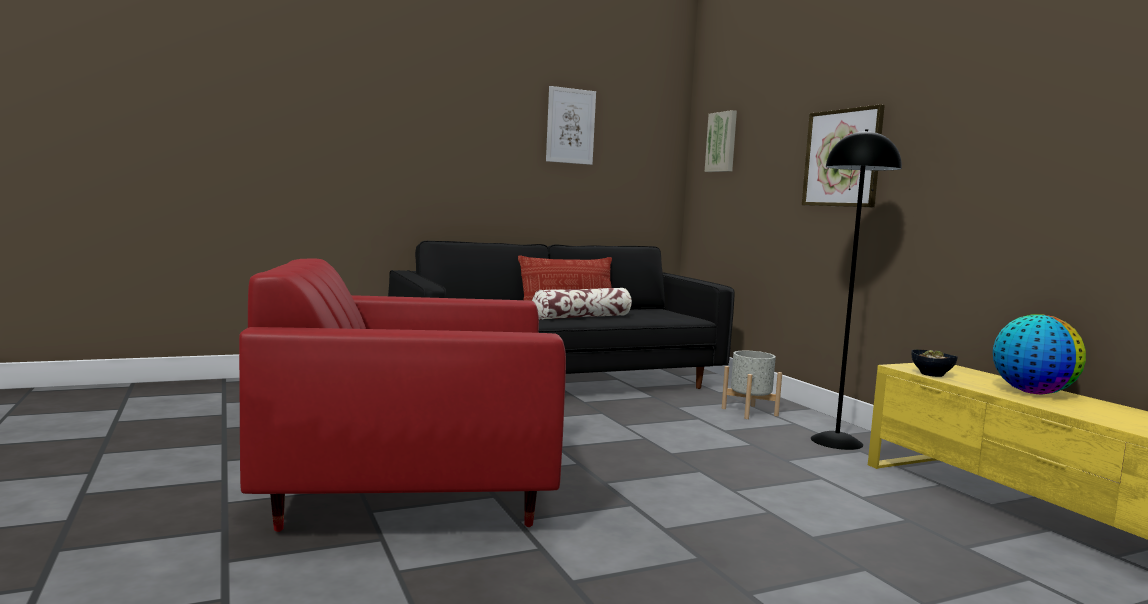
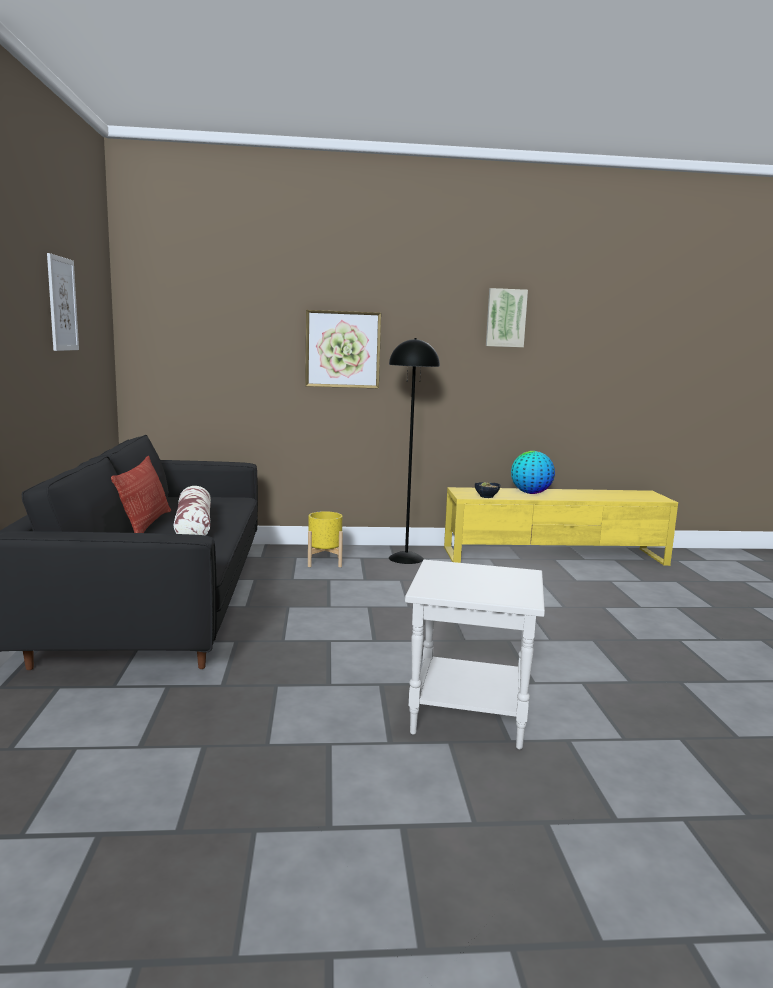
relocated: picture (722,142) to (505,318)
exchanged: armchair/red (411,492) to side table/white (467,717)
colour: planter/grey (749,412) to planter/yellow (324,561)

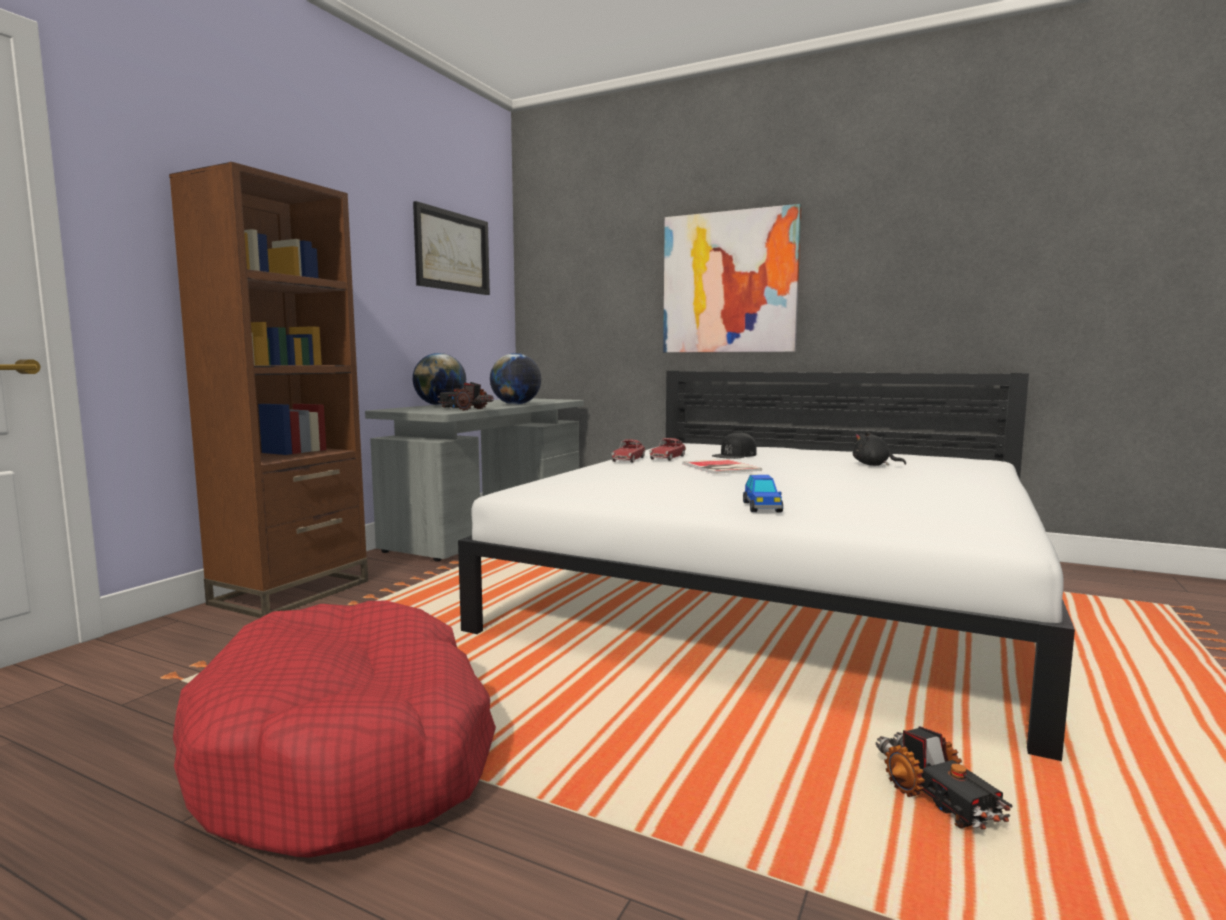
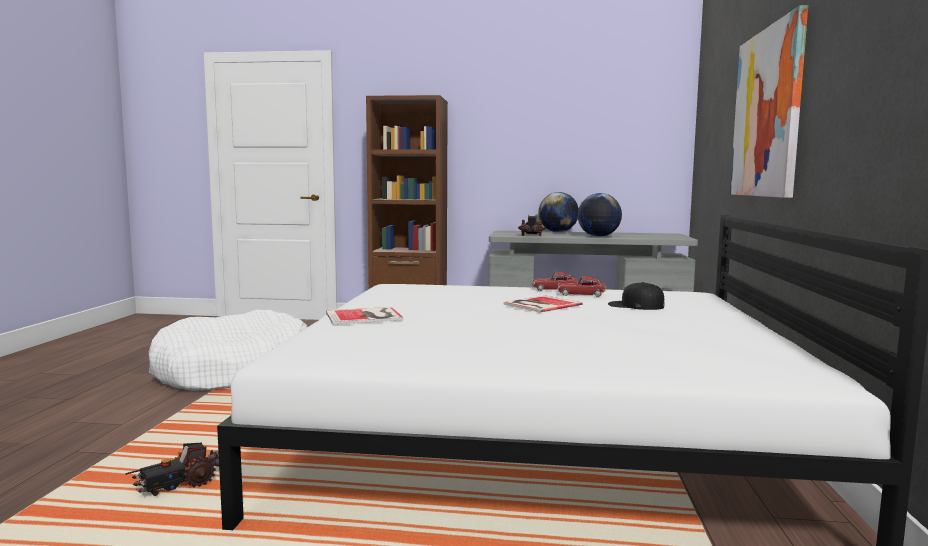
missing: picture (452,251); plush toy/black (873,465)
exchanged: toy car (762,507) to book (366,316)
colour: dog bed/red (350,754) to dog bed/white (233,371)

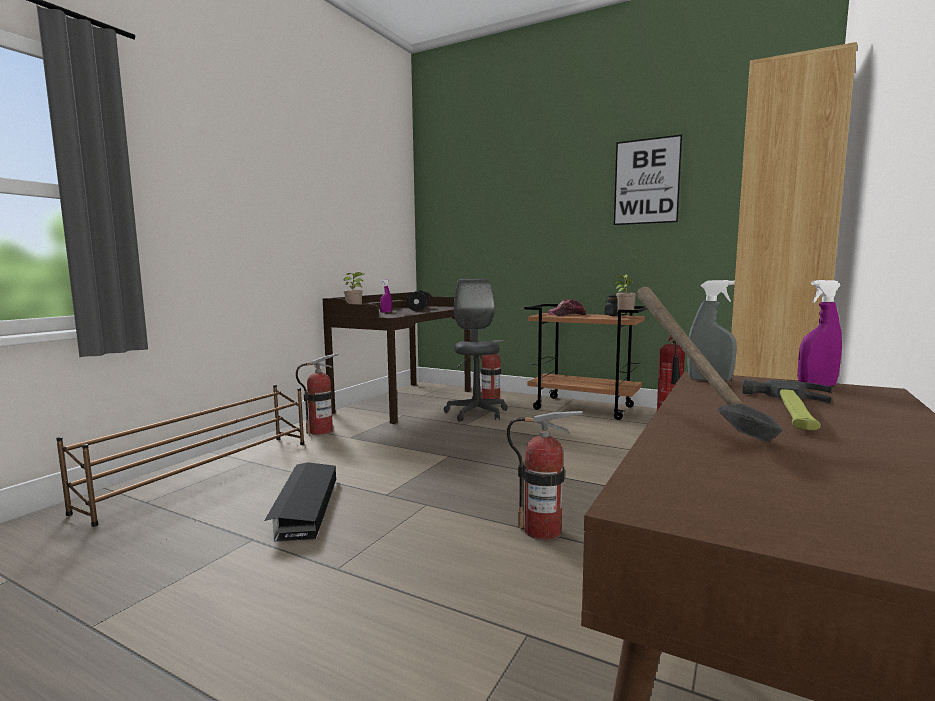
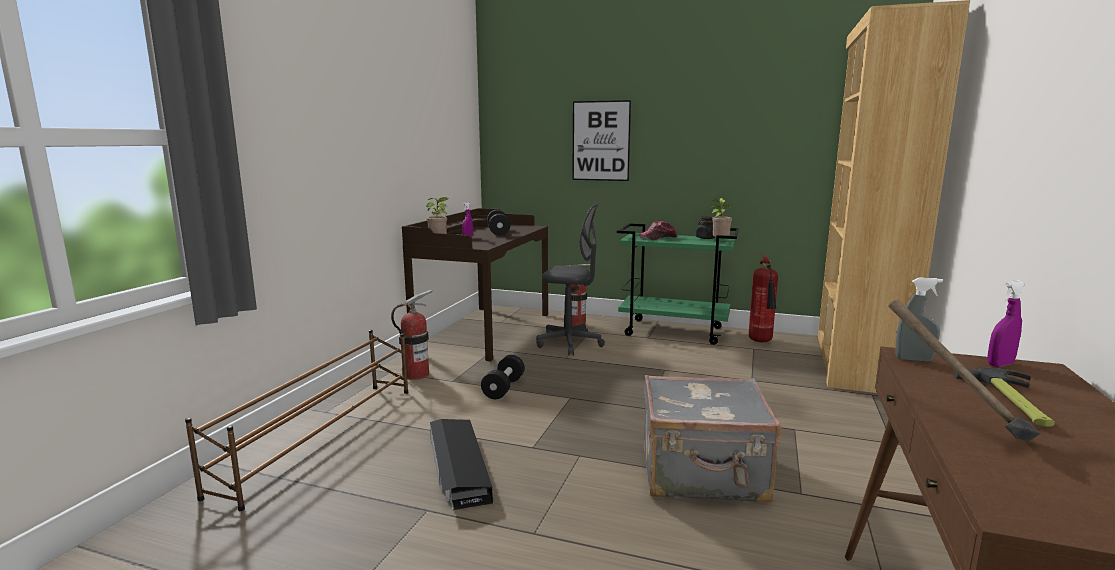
appeared: dumbbell/black (503,388)
relocated: picture (646,181) to (601,141)
exchanged: fire extinguisher (543,530) to suitcase/grey (703,475)
colour: cart/brown (584,408) to cart/green (674,331)
spun: office chair/grey (476,413) = (569,343) 120 degrees clockwise

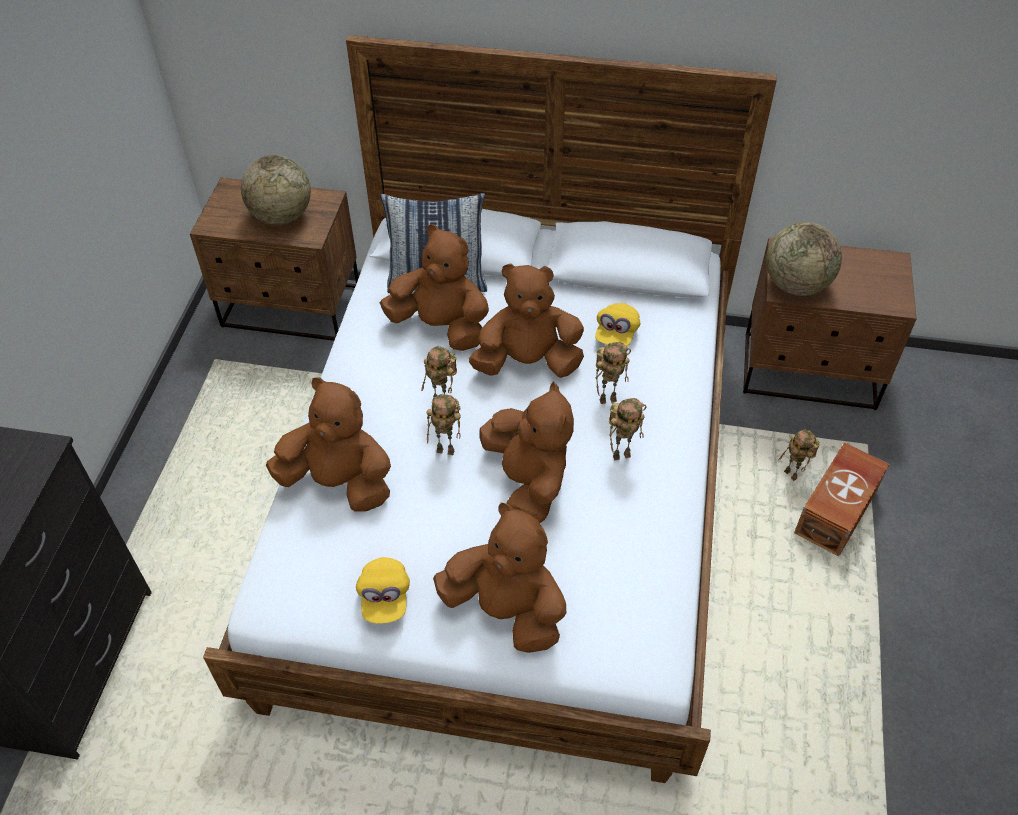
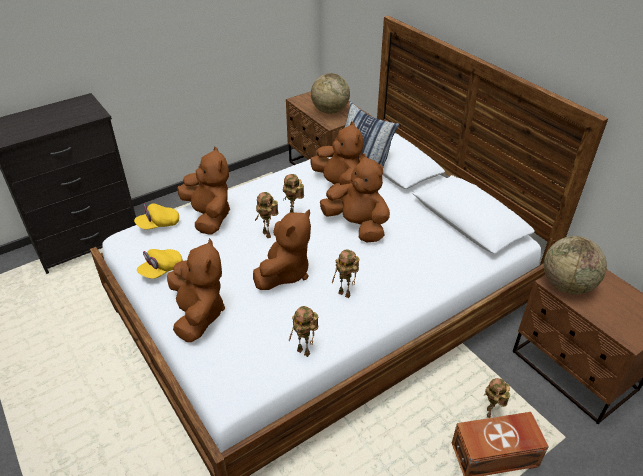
relocated: cap/yellow (616,334) to (158,224); toy robot (608,398) to (305,351)

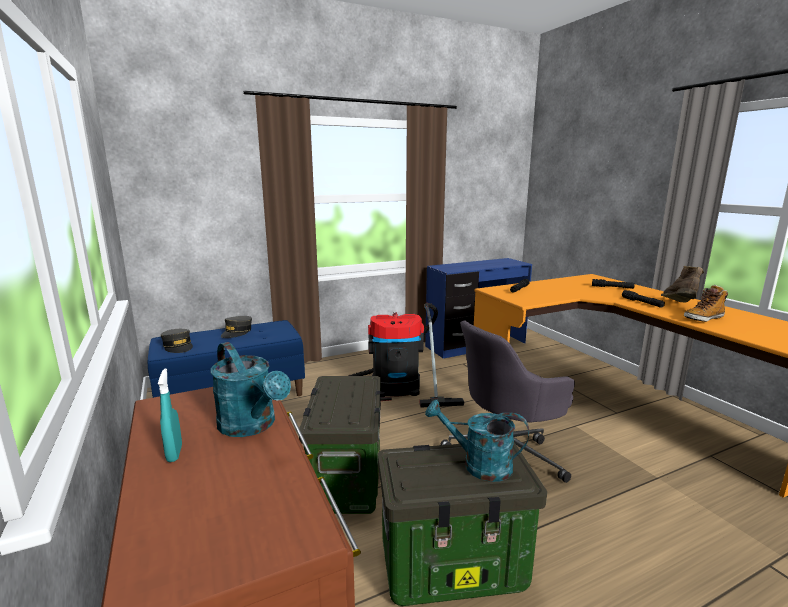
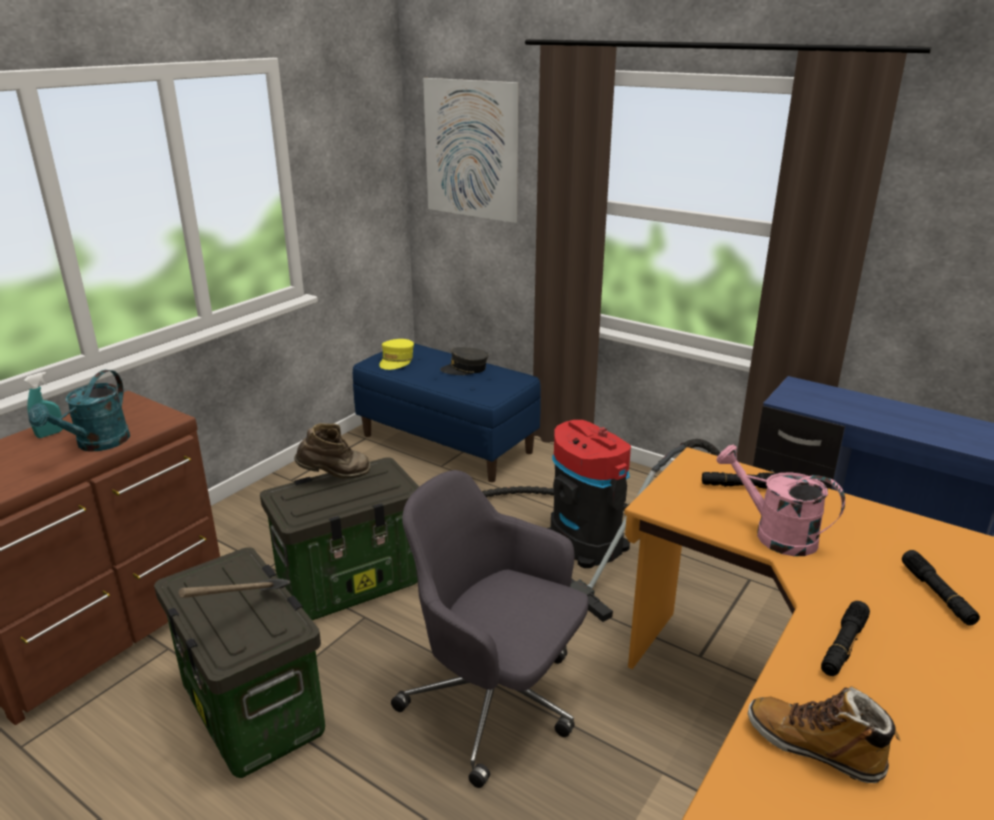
appeared: picture (471,150); watering can/pink (774,534)
relocated: boot/brown (678,305) to (335,477)
exchanged: watering can/turquoise (478,465) to hammer (244,616)
colour: cap/grey (178,346) to cap/yellow (396,361)

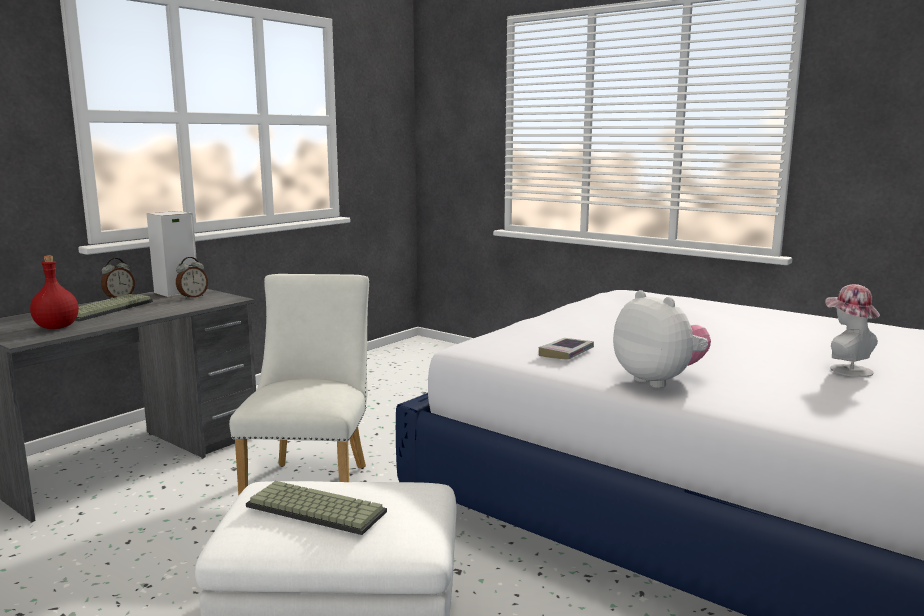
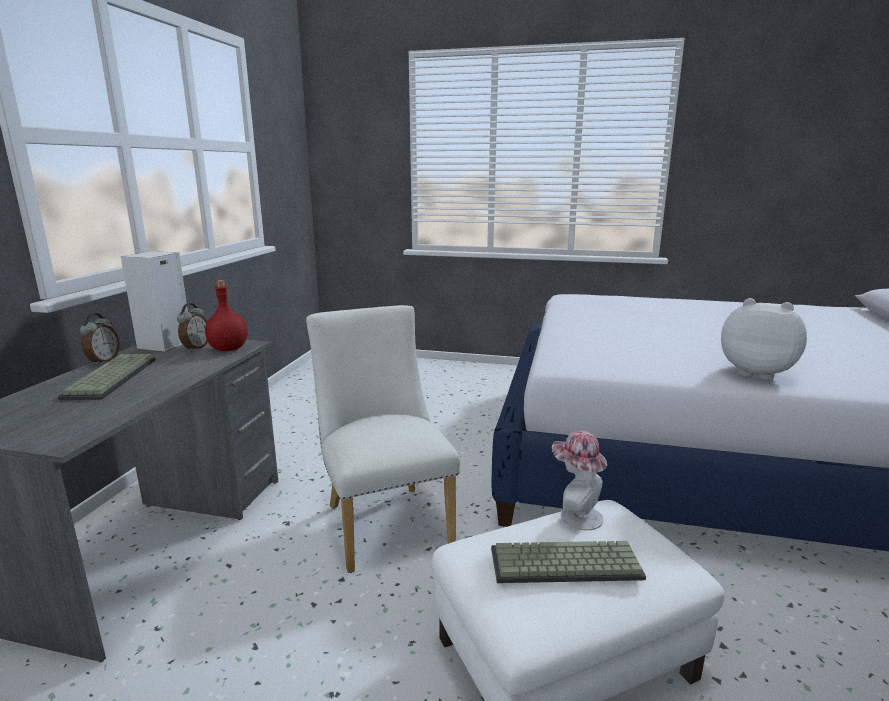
missing: book (566,353)
relocated: bottle/red (57,327) to (229,349); hat (845,369) to (575,516)

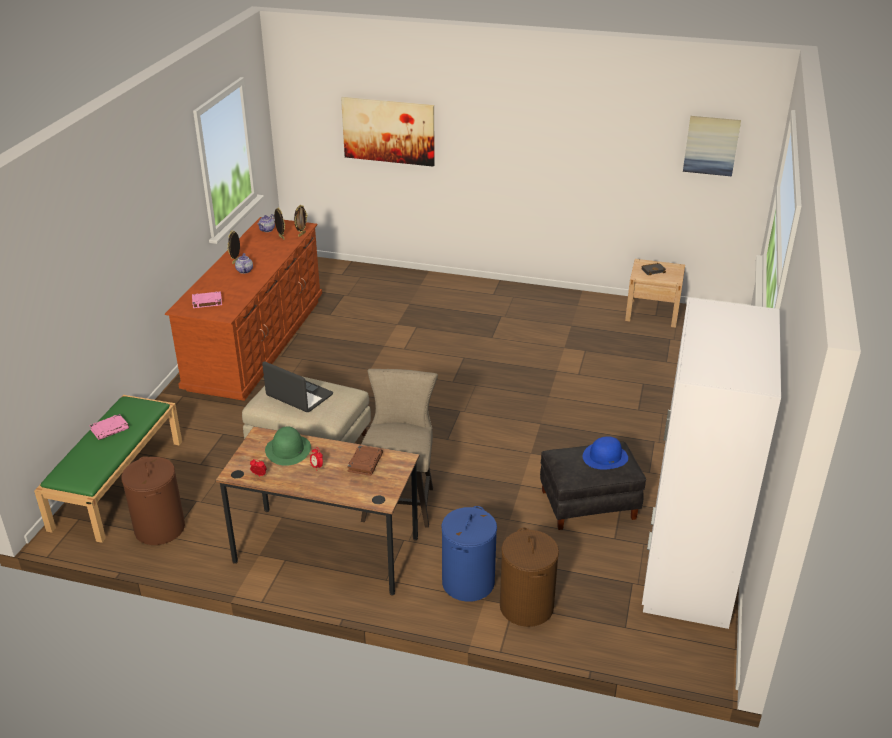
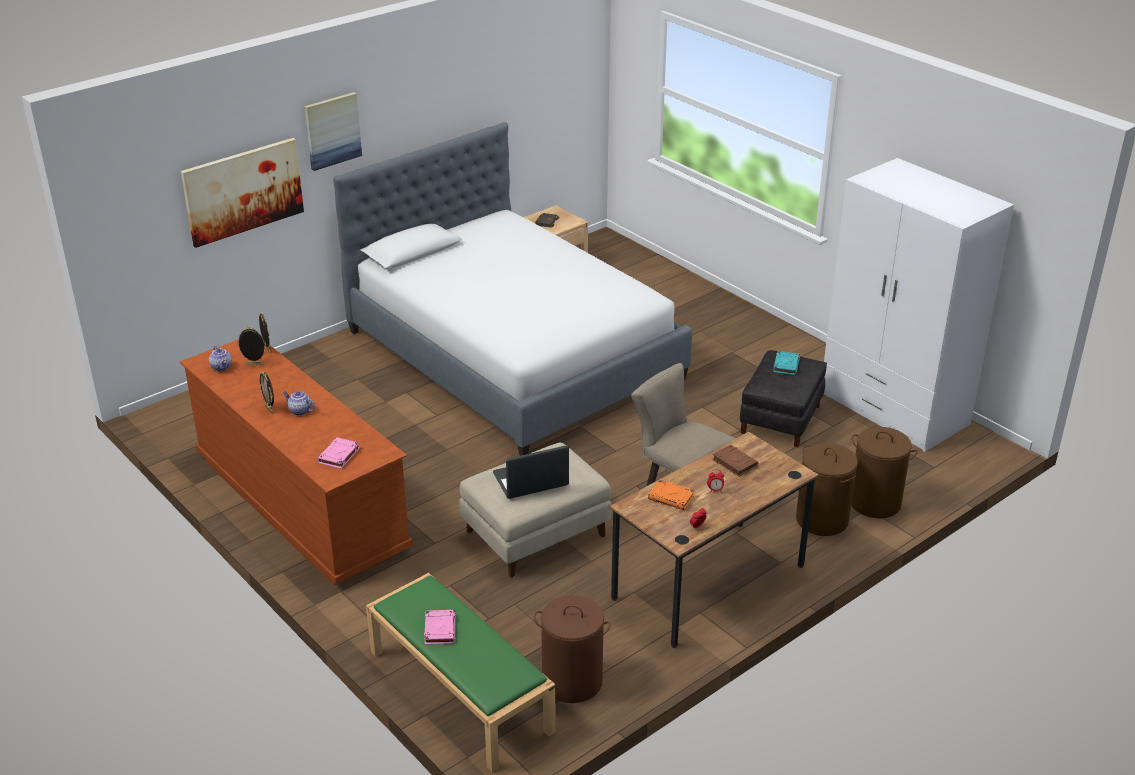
appeared: bed (513,354)
relocated: picture (711,145) to (332,130)
exchanged: hat/green (288,450) to book/orange (672,498); hat/blue (605,457) to book/turquoise (786,365)
colour: laundry basket/blue (468,582) to laundry basket/brown (821,519)

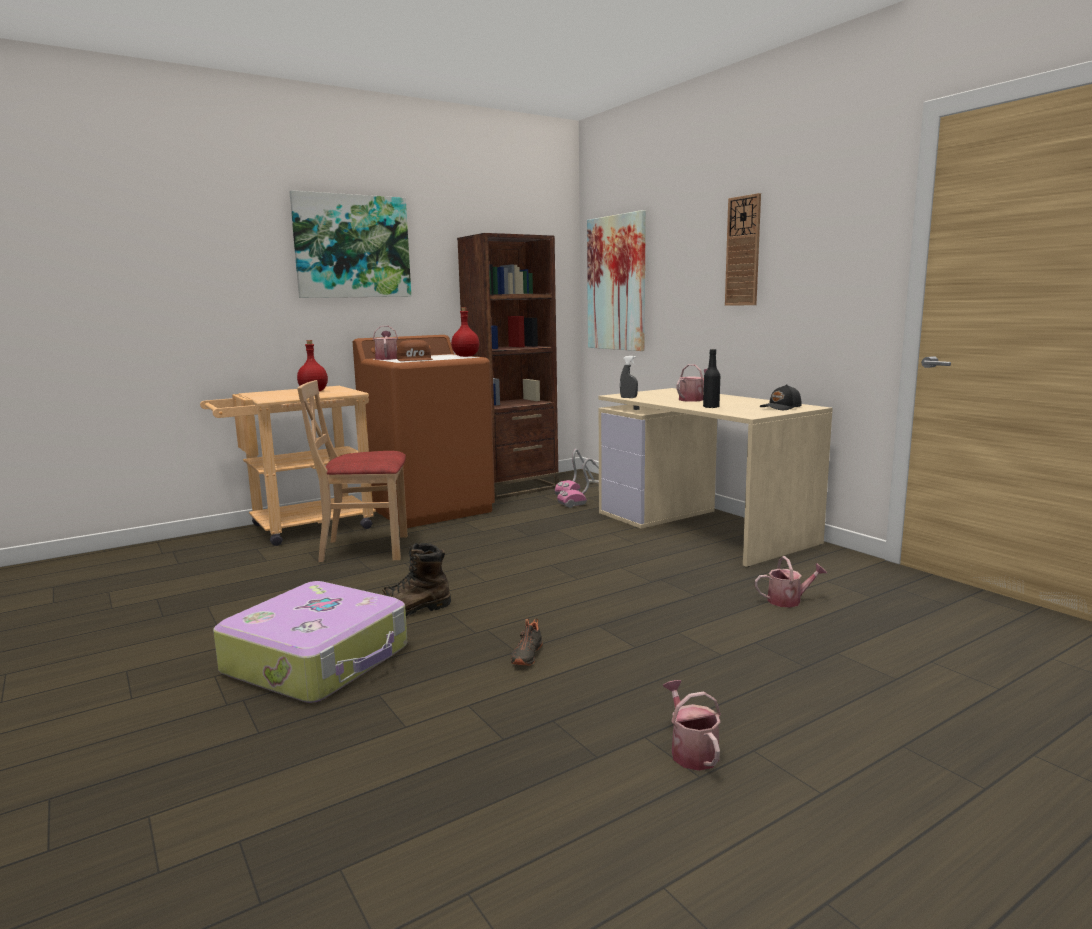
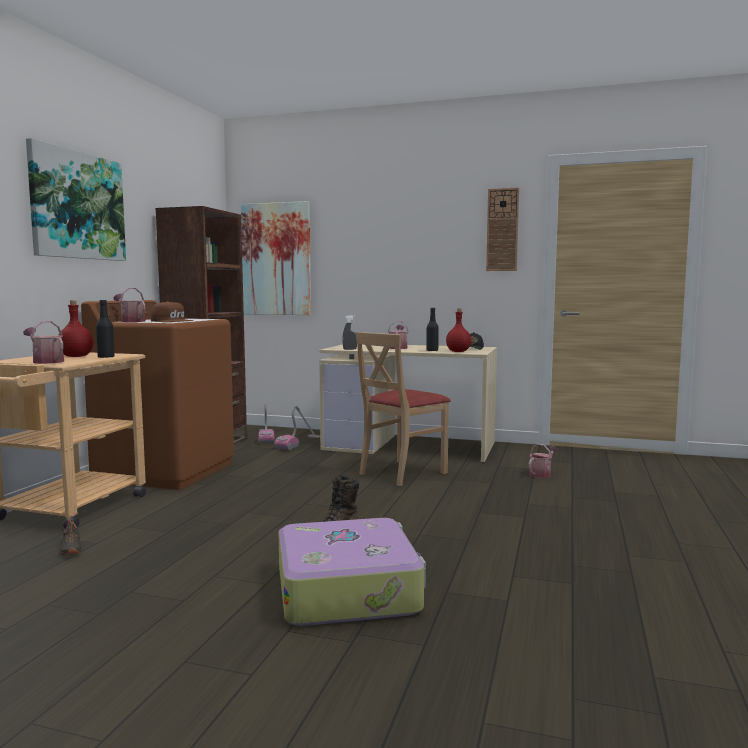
appeared: bottle/black (106,357)
relocated: wall clock (743,251) to (502,230); bottle/red (465,356) to (458,351); chair/beige (365,549) to (402,472); shoe/black (526,655) to (70,549); watering can (691,751) to (46,361)

